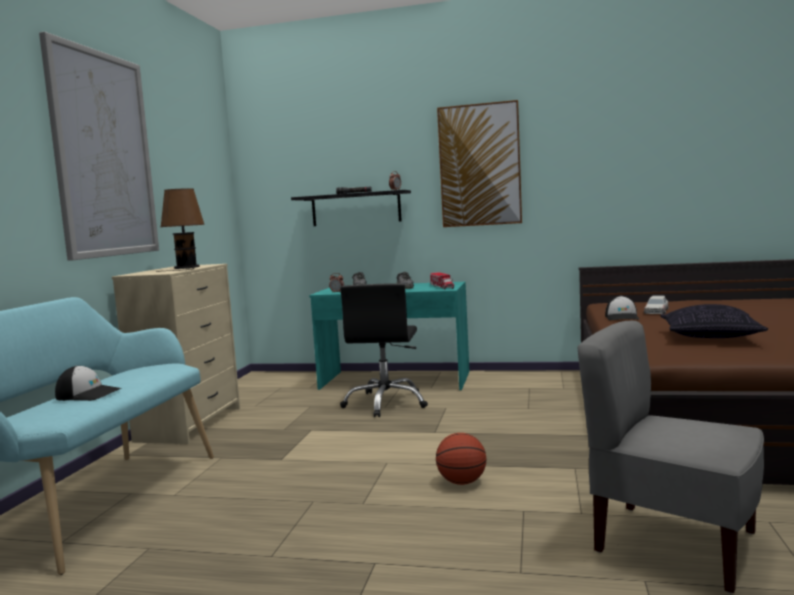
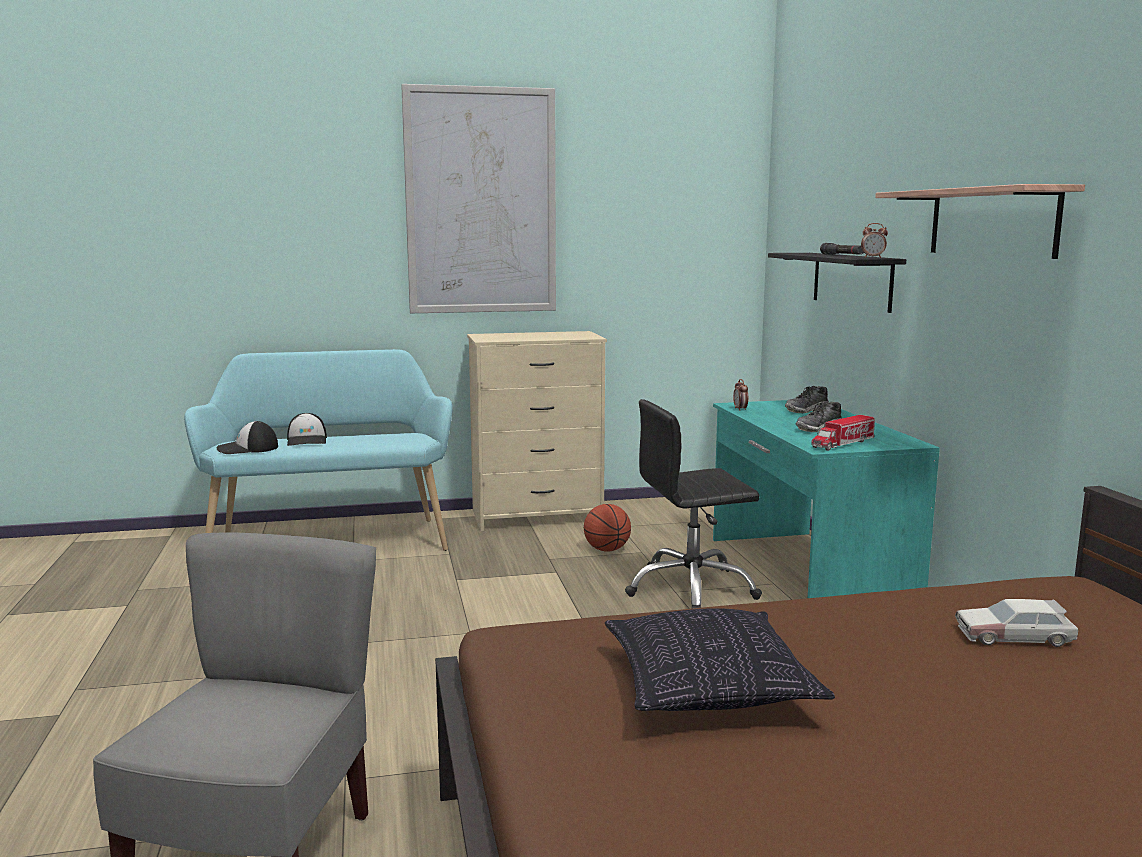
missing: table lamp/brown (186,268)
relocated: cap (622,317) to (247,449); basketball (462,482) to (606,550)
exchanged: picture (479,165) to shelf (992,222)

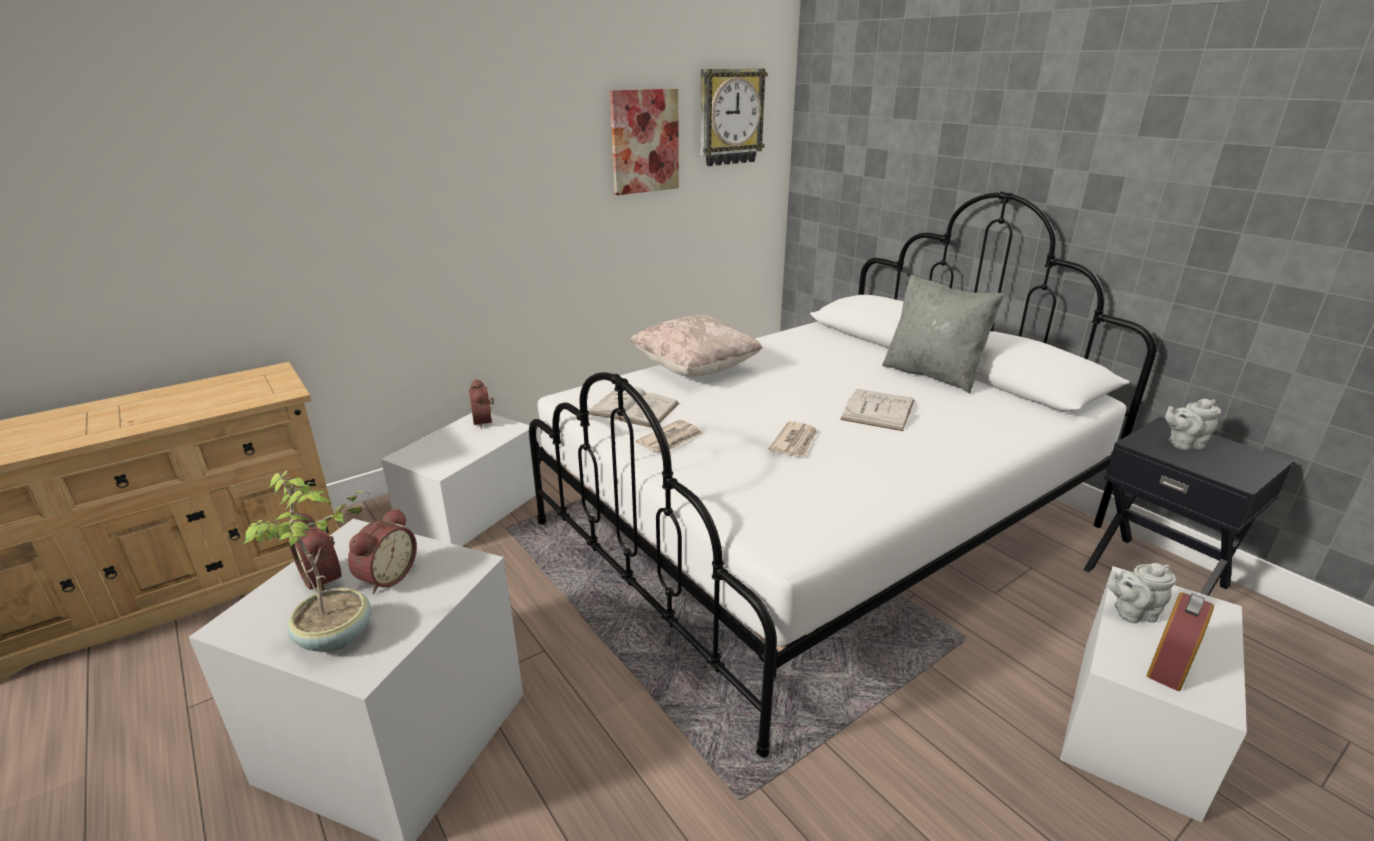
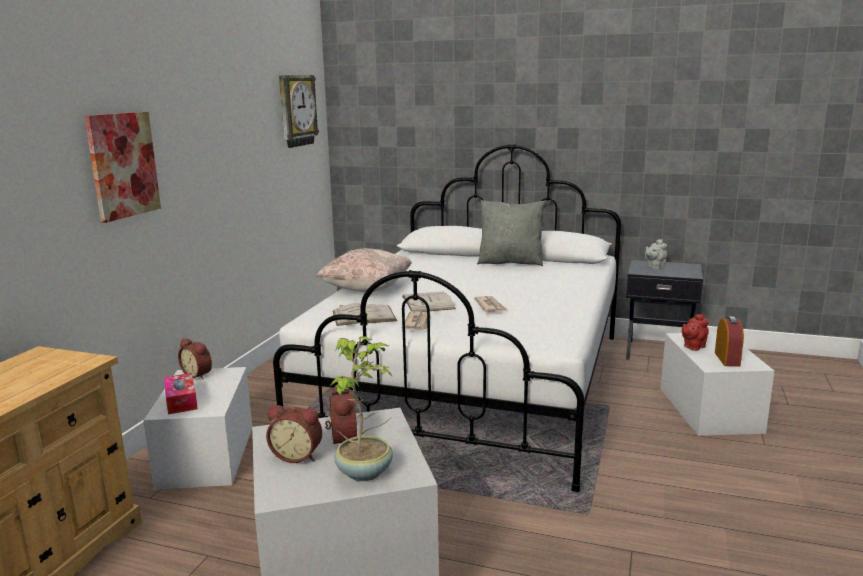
appeared: tissue box (181,401)
relocated: picture (644,141) to (123,165); book/white (878,410) to (428,302)
colour: teapot/grey (1131,613) to teapot/red (693,347)

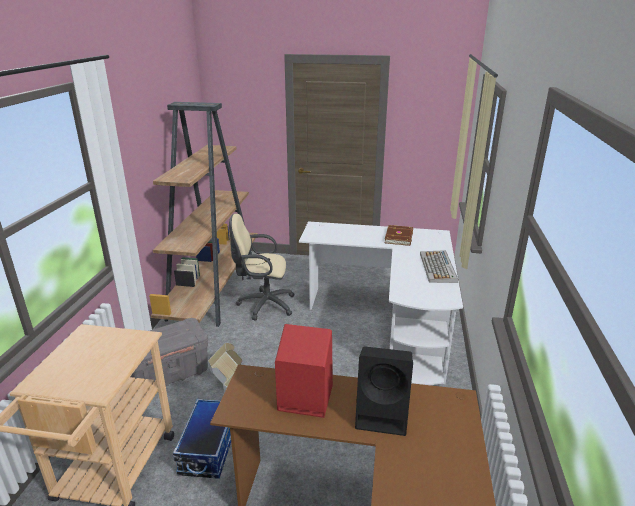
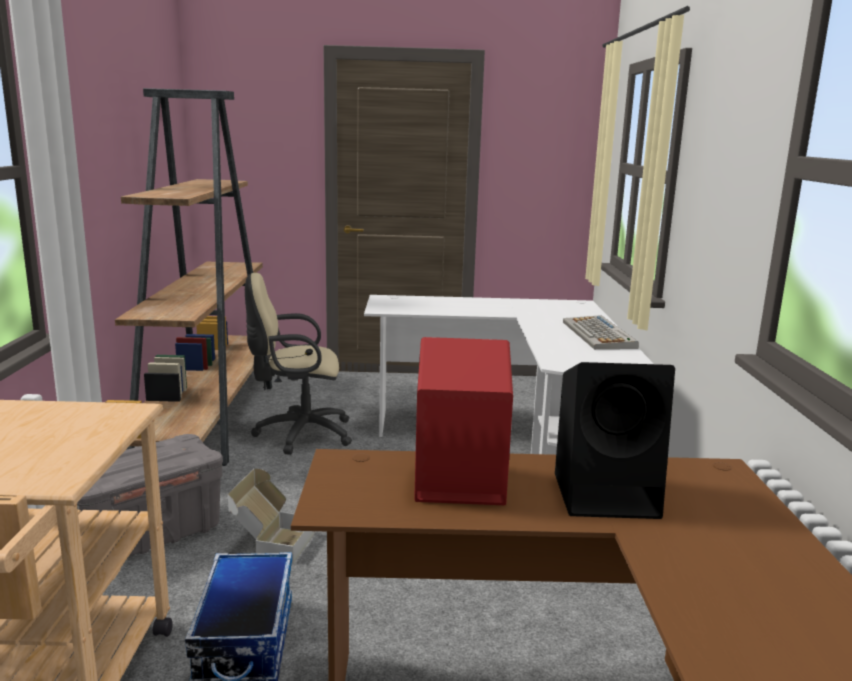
missing: book/brown (399,237)

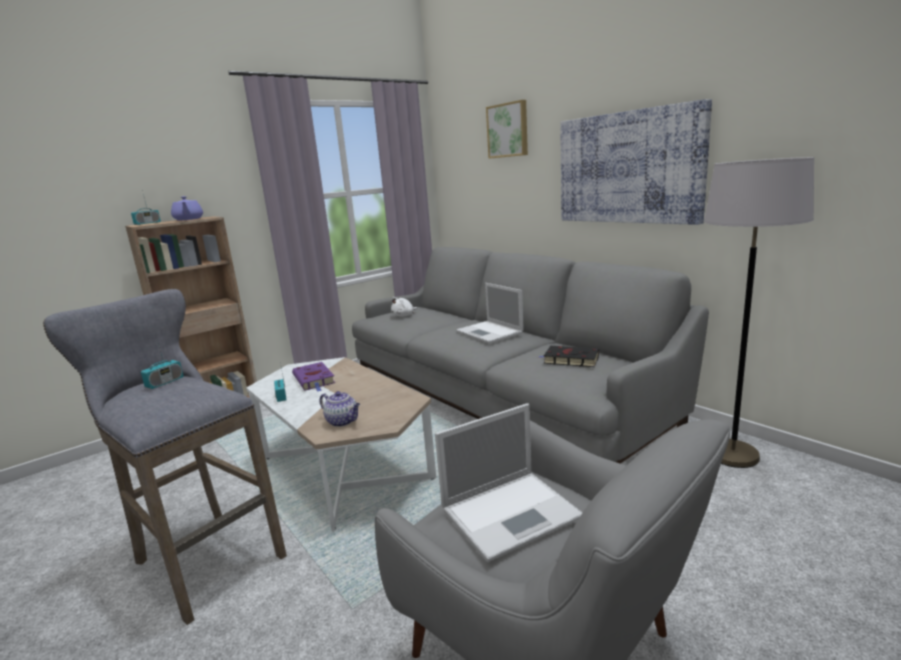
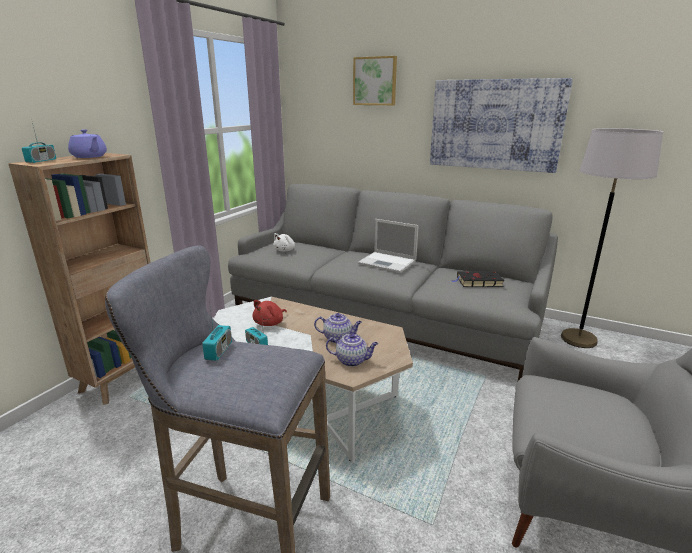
missing: laptop (512,512)
appeared: teapot (338,338)
exchanged: book/purple (314,380) to plush toy/red (270,323)

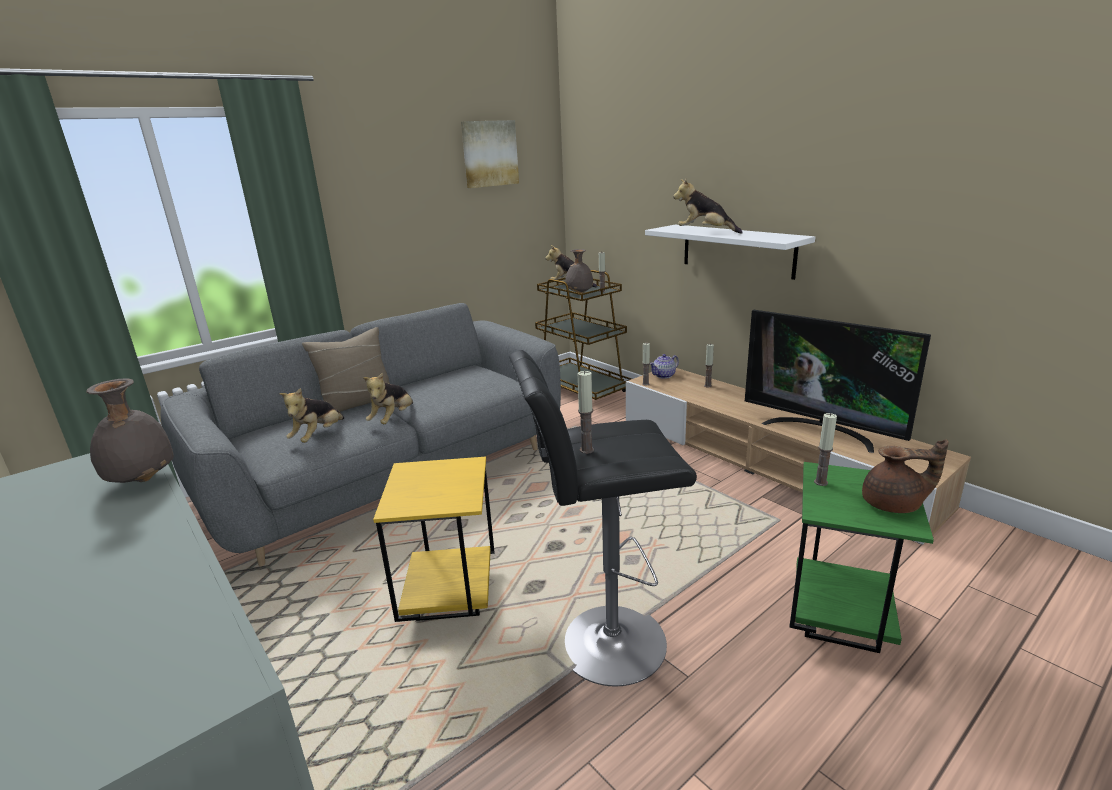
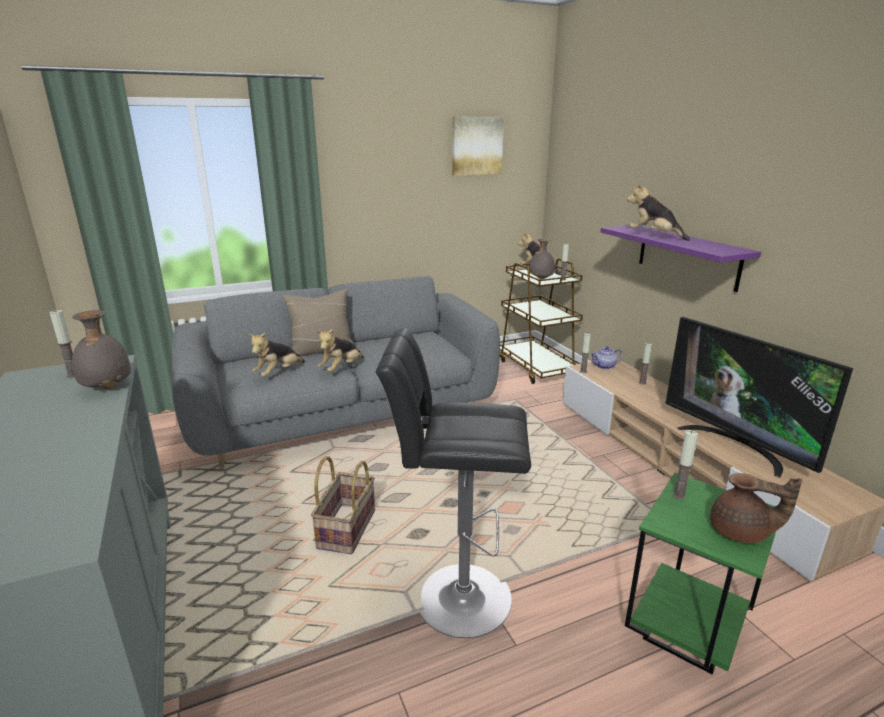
relocated: candle (586,450) to (73,375)
exchanged: side table/yellow (449,600) to basket (346,528)
colour: shelf/white (737,250) to shelf/purple (687,256)

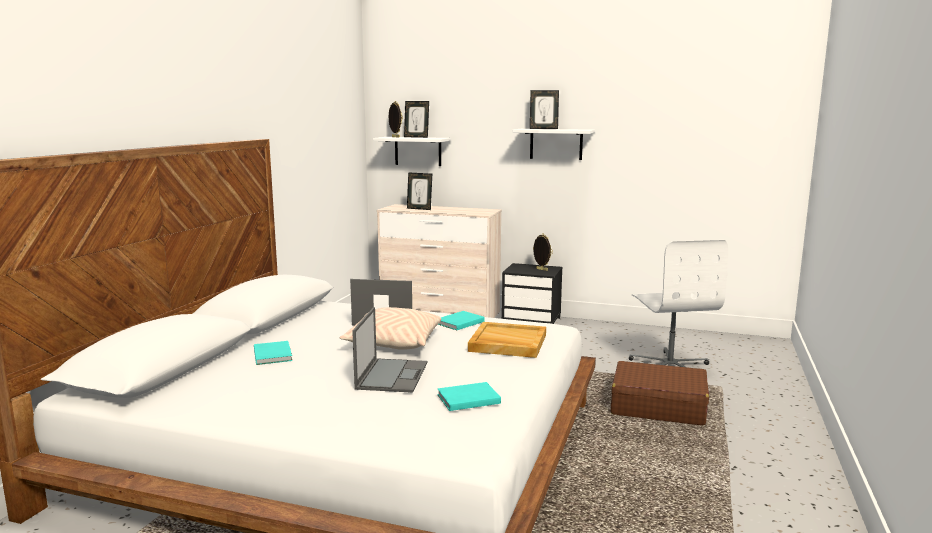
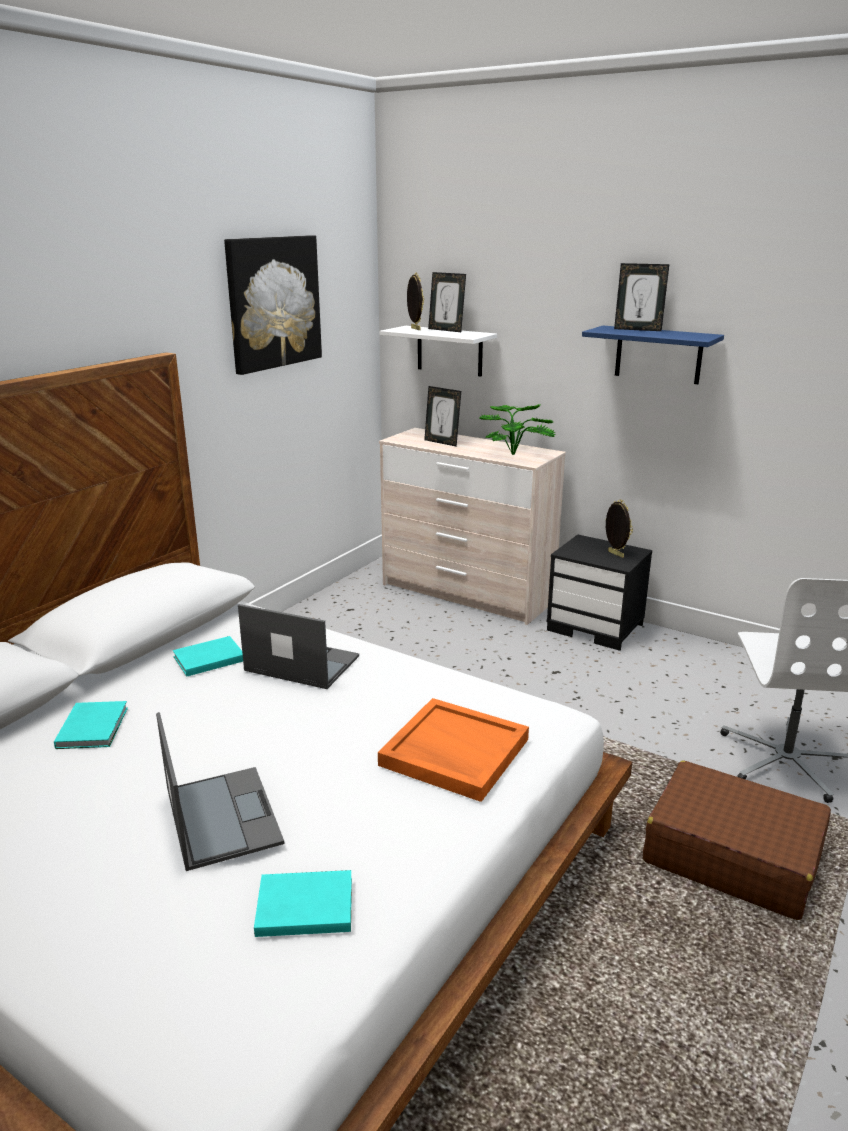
missing: pillow/beige (393,343)
appeared: picture (273,302); potted plant (516,453)
relocated: book/turquoise (458,322) to (207,659)
colour: shelf/white (556,144) to shelf/blue (658,355); tray/beige (507,343) to tray/orange (453,752)
spun: laptop (392,375) = (222,816) 45 degrees counterclockwise

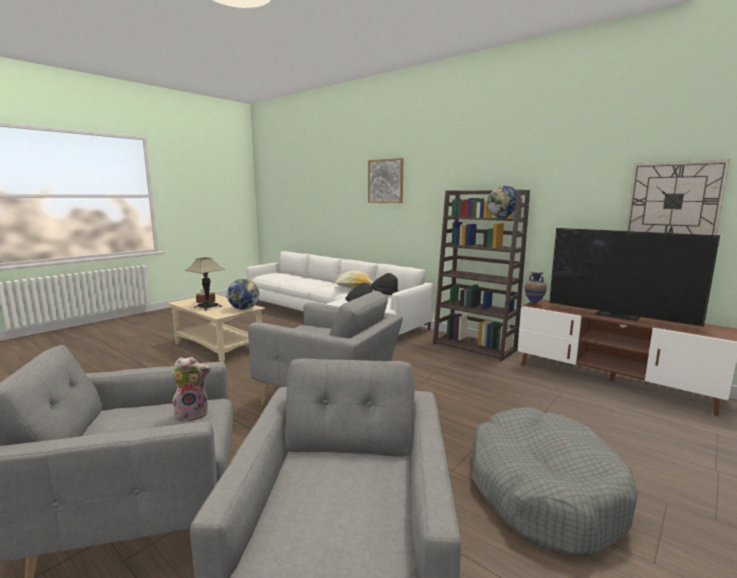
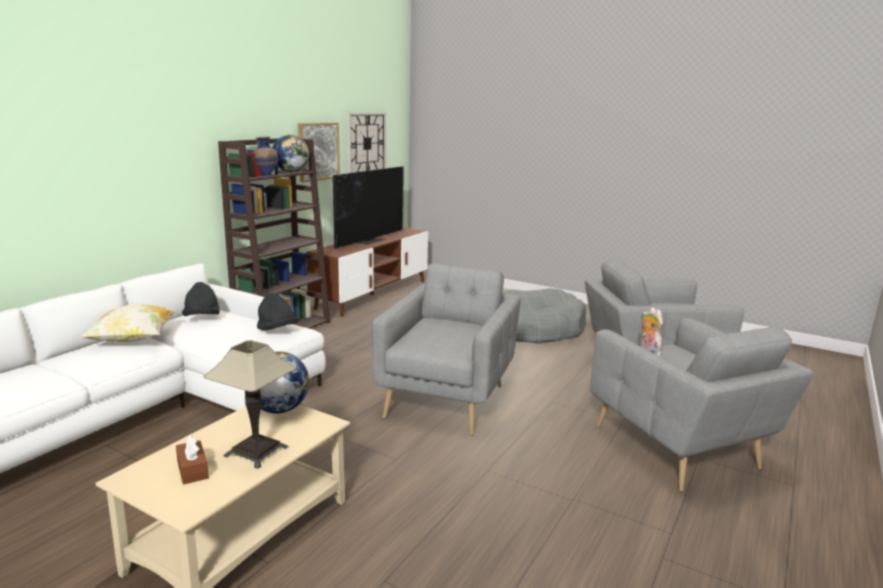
relocated: picture (385,181) to (318,151); vase (534,303) to (266,175)

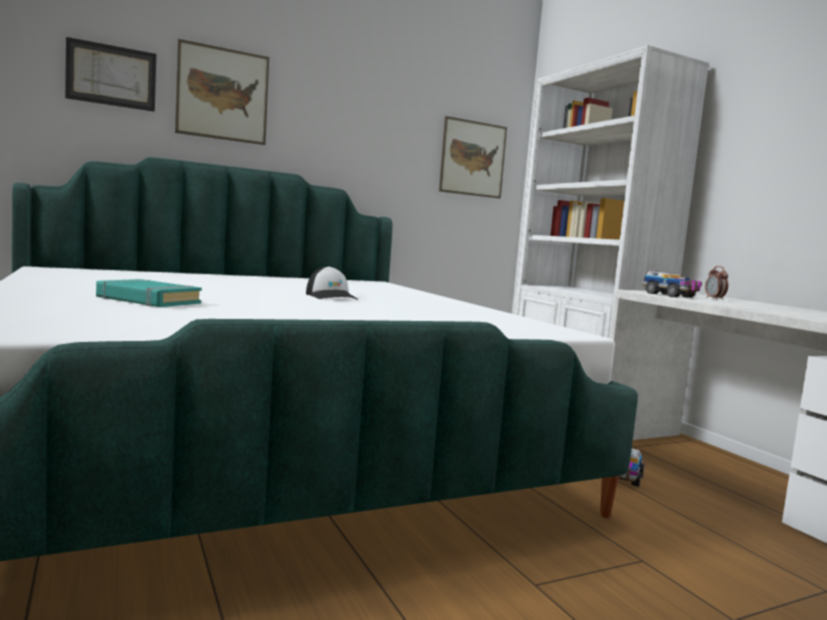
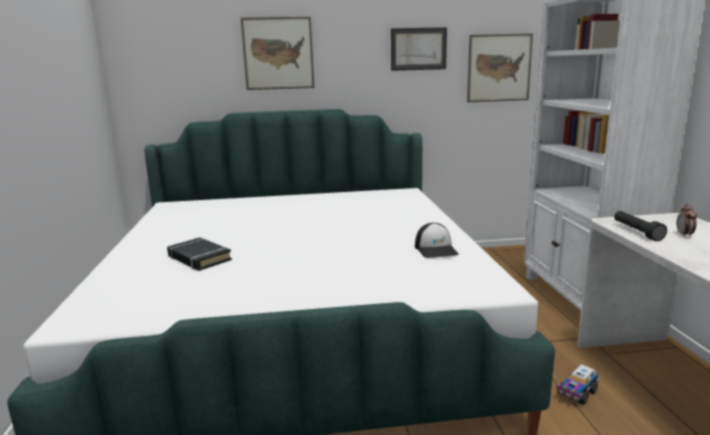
relocated: picture (111,75) to (418,49); cap (331,296) to (436,249)
exchanged: toy truck (670,295) to flashlight/black (636,232)
colour: book/turquoise (148,300) to book/black (199,258)

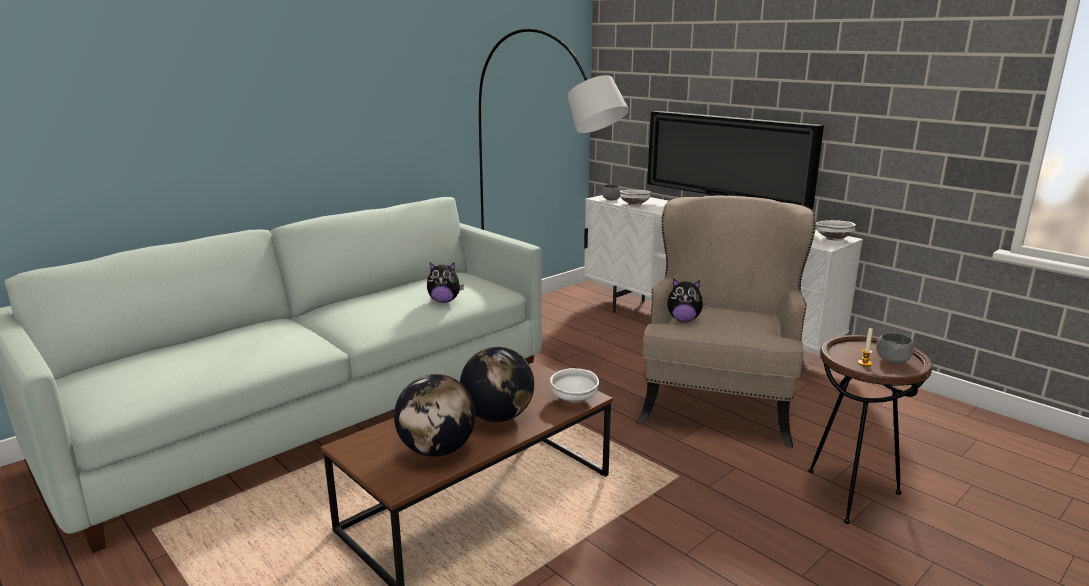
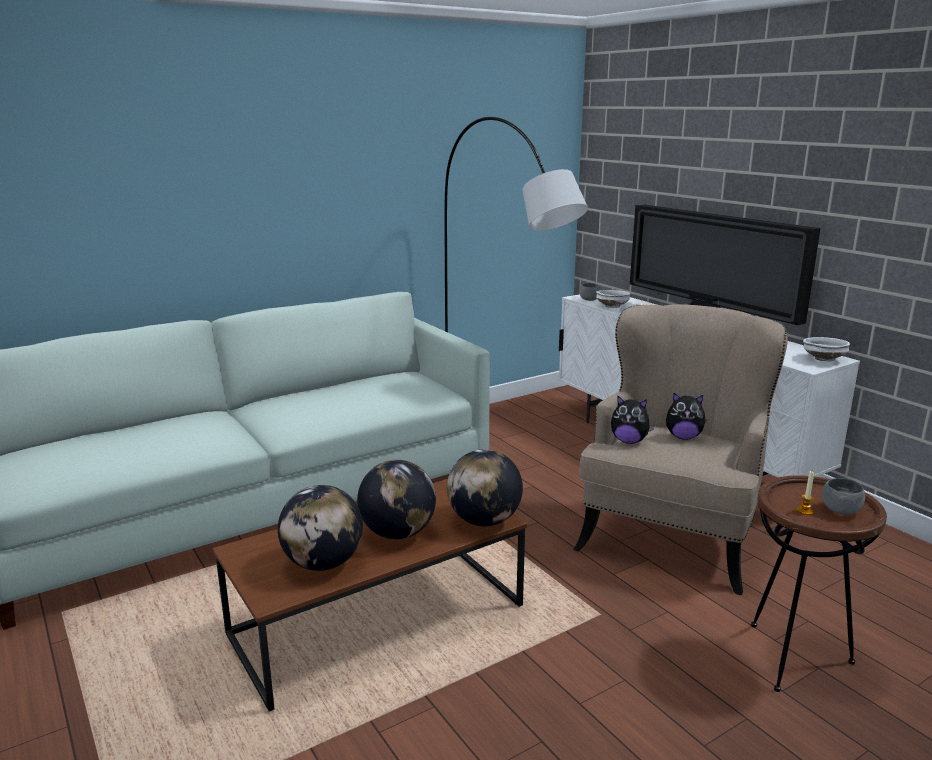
relocated: plush toy (444,301) to (683,437)
exchanged: bowl/white (573,399) to globe (484,521)

